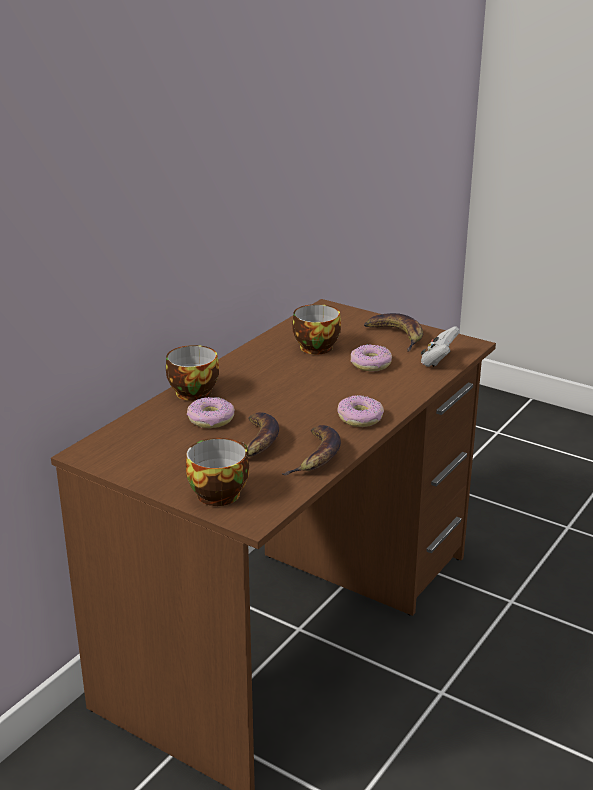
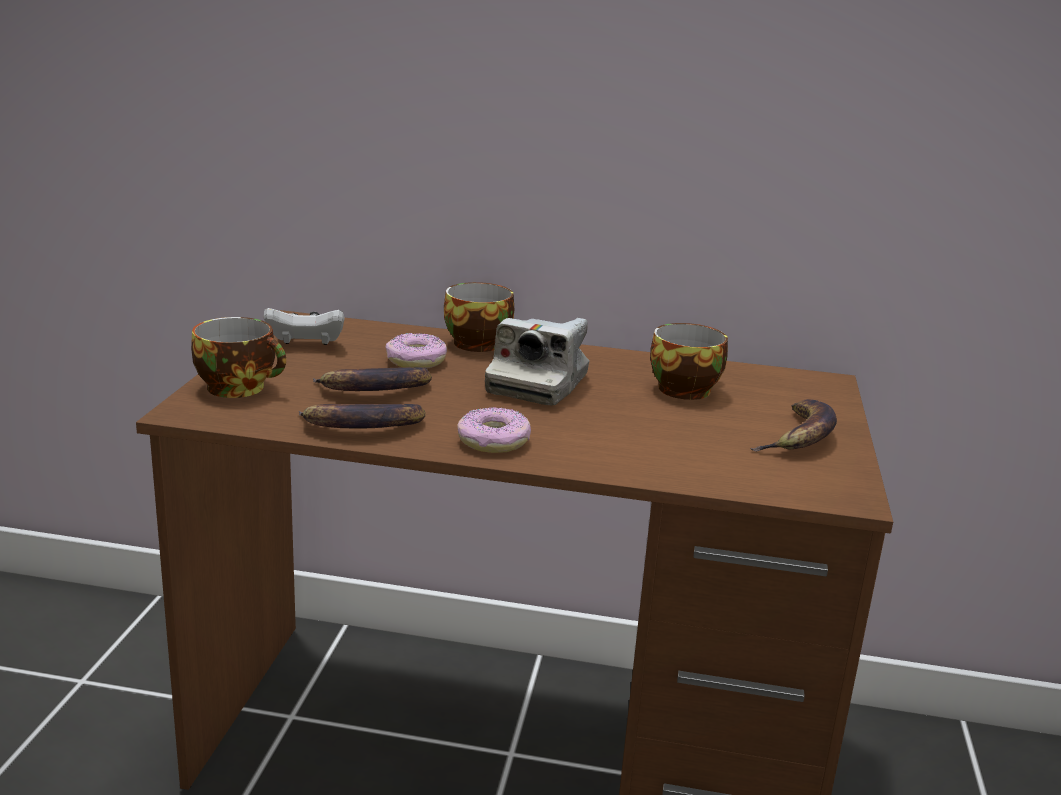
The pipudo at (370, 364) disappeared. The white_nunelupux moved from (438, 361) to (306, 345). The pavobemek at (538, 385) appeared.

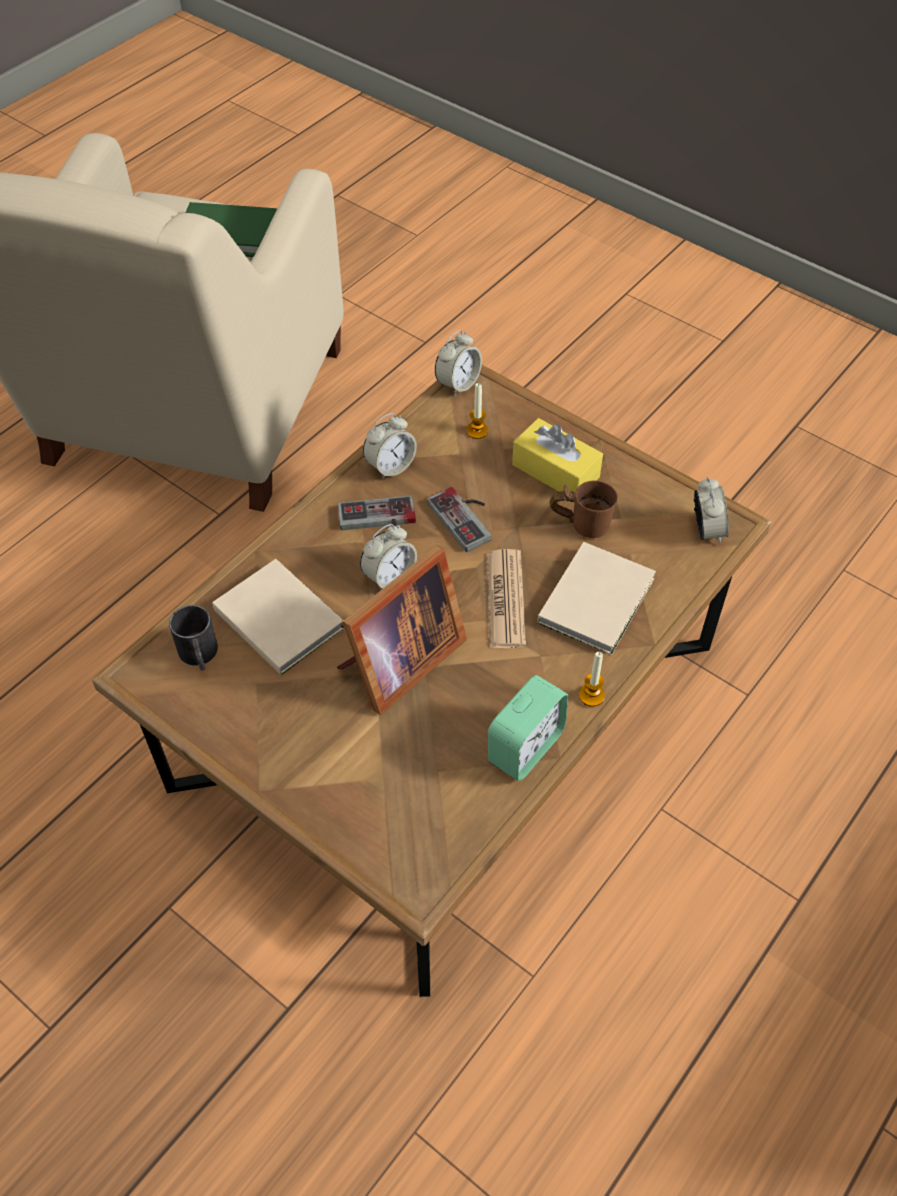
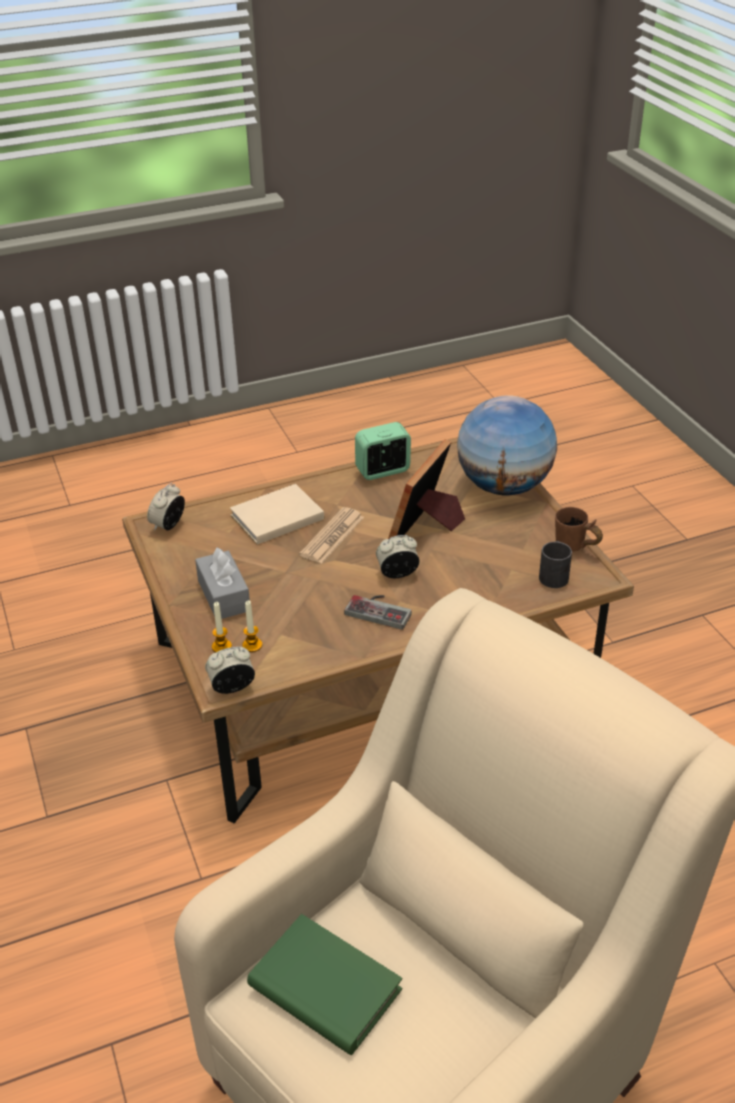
The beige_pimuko at (278, 616) disappeared. The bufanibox at (398, 663) turned 45 degrees counterclockwise. The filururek at (390, 466) disappeared. The nunelupux at (466, 517) disappeared. The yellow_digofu at (555, 471) became the grey_digofu at (224, 595). The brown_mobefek moved from (582, 522) to (573, 549). The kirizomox moved from (591, 695) to (221, 647). The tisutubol at (503, 486) appeared.

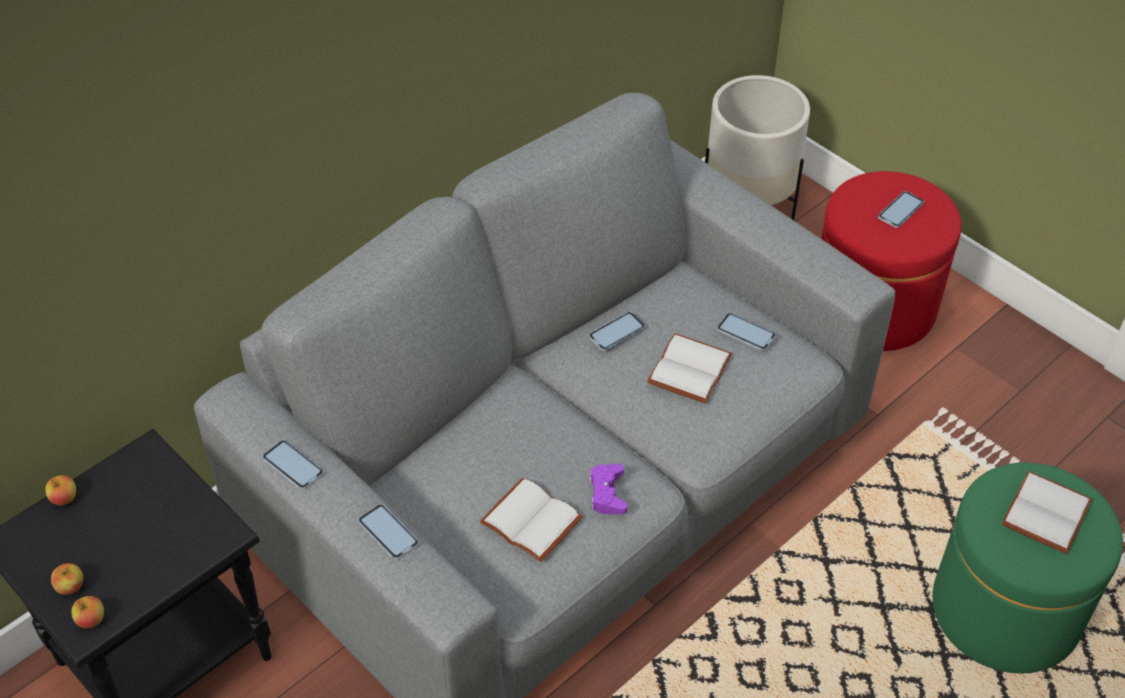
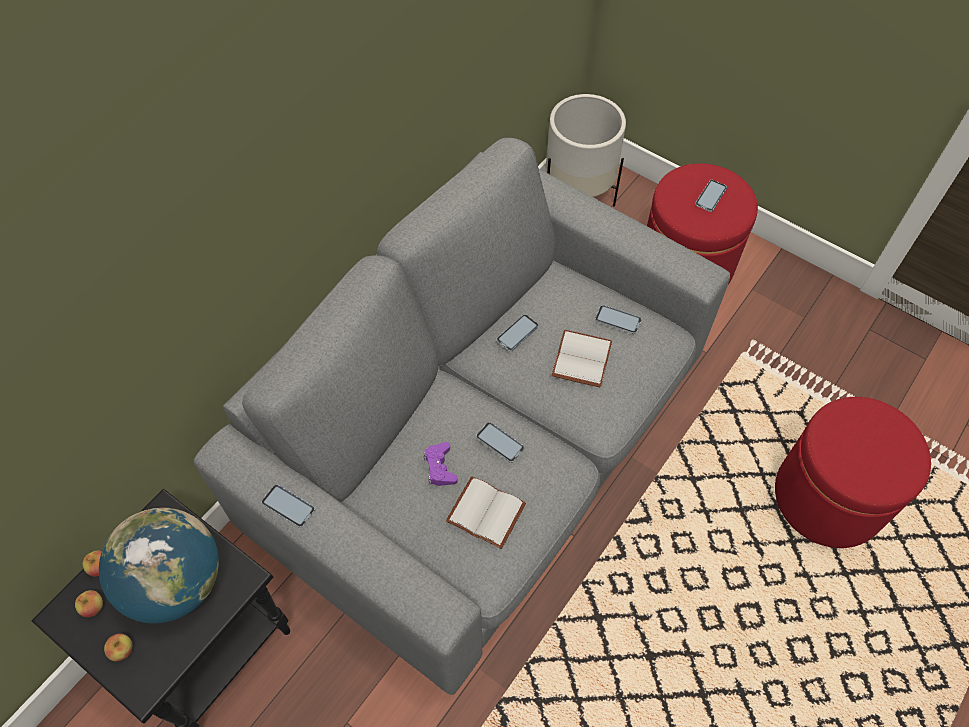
The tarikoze moved from (91, 620) to (93, 607). The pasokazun moved from (388, 533) to (500, 443). The purple_nunelupux moved from (607, 493) to (440, 467). The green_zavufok at (1005, 610) became the red_zavufok at (828, 497). The white_pimuko at (1048, 515) disappeared. The tisutubol at (176, 582) appeared.

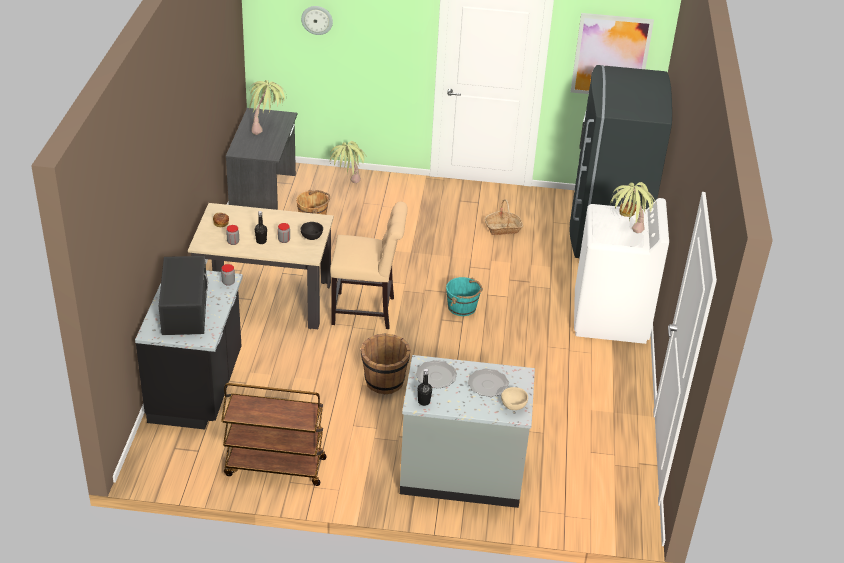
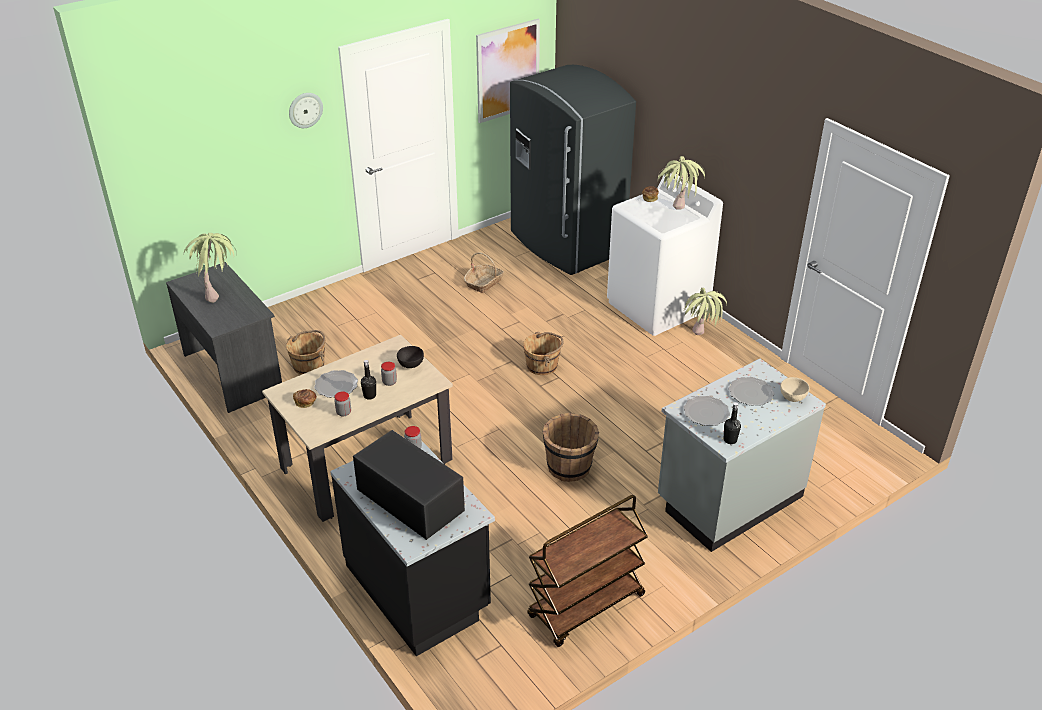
The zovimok moved from (317, 20) to (305, 110). The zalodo moved from (347, 186) to (700, 341). The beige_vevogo at (367, 311) disappeared. The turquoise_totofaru at (462, 307) became the brown_totofaru at (542, 365). The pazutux at (336, 386) appeared.

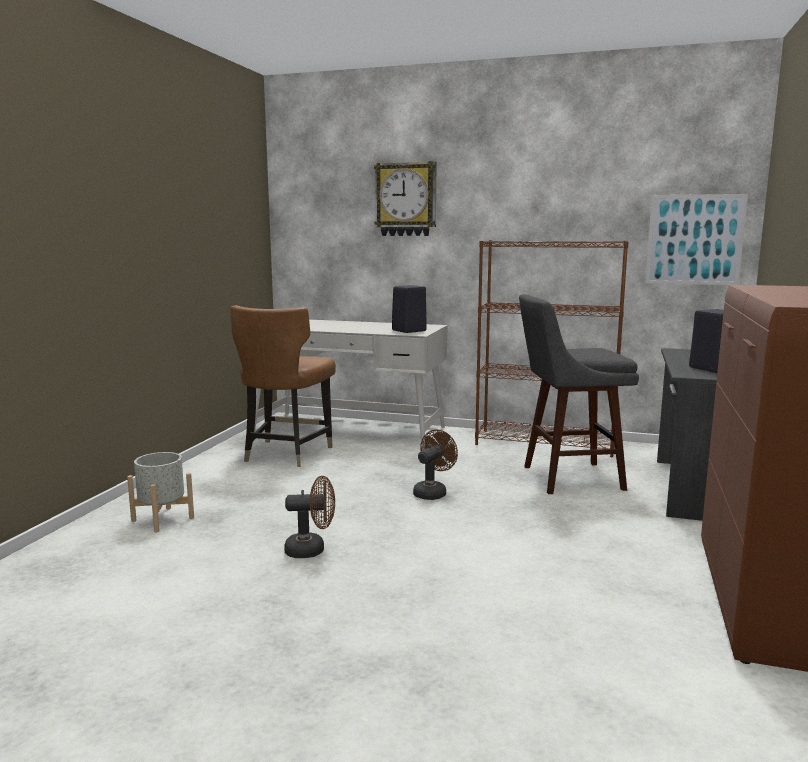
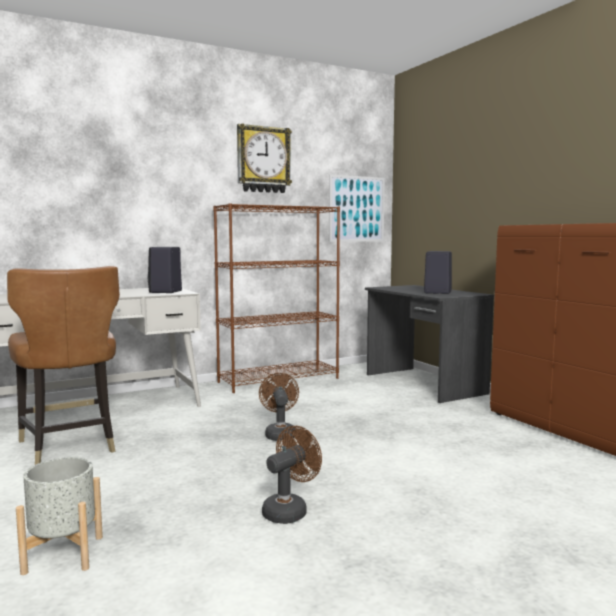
The zovimok moved from (406, 199) to (263, 160). The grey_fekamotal at (567, 478) disappeared.

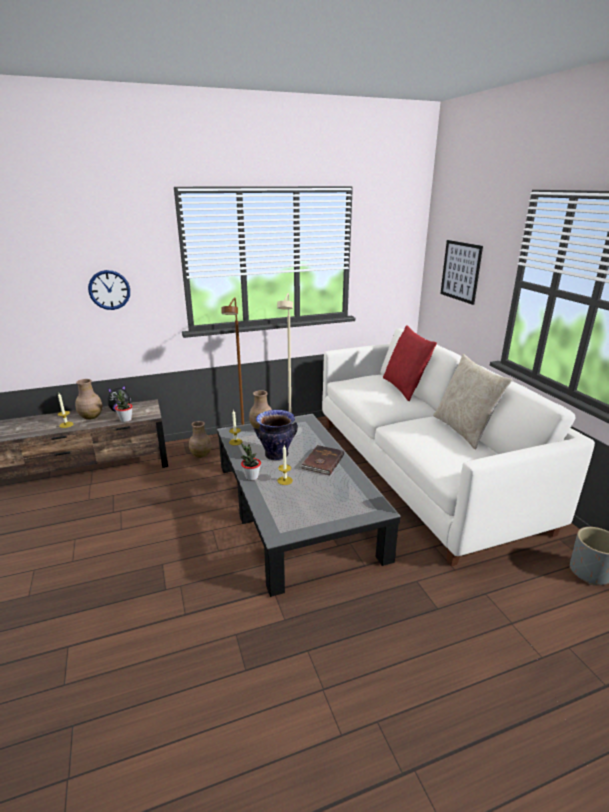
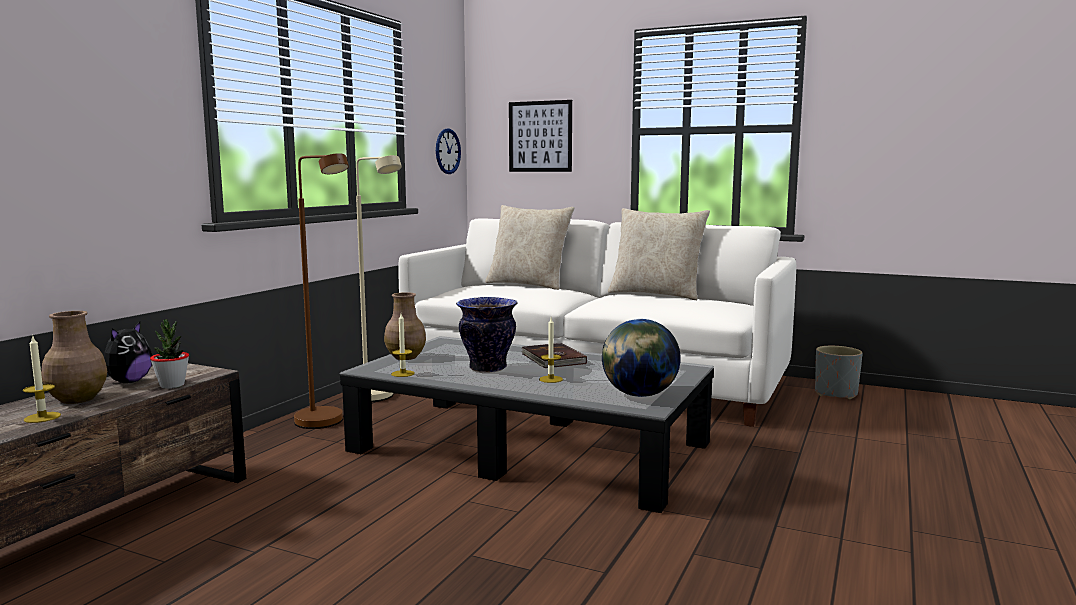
The zovimok moved from (109, 290) to (447, 151). The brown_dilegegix at (201, 454) disappeared. The zalodo at (251, 477) disappeared. The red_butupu at (405, 388) became the beige_butupu at (528, 285). The tisutubol at (639, 395) appeared.

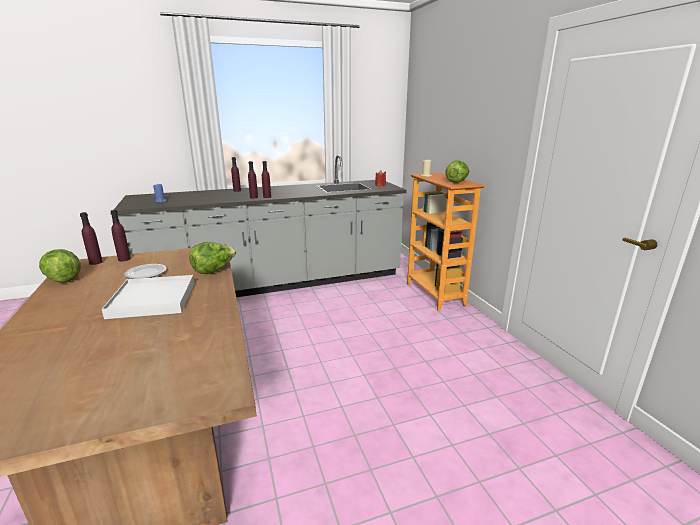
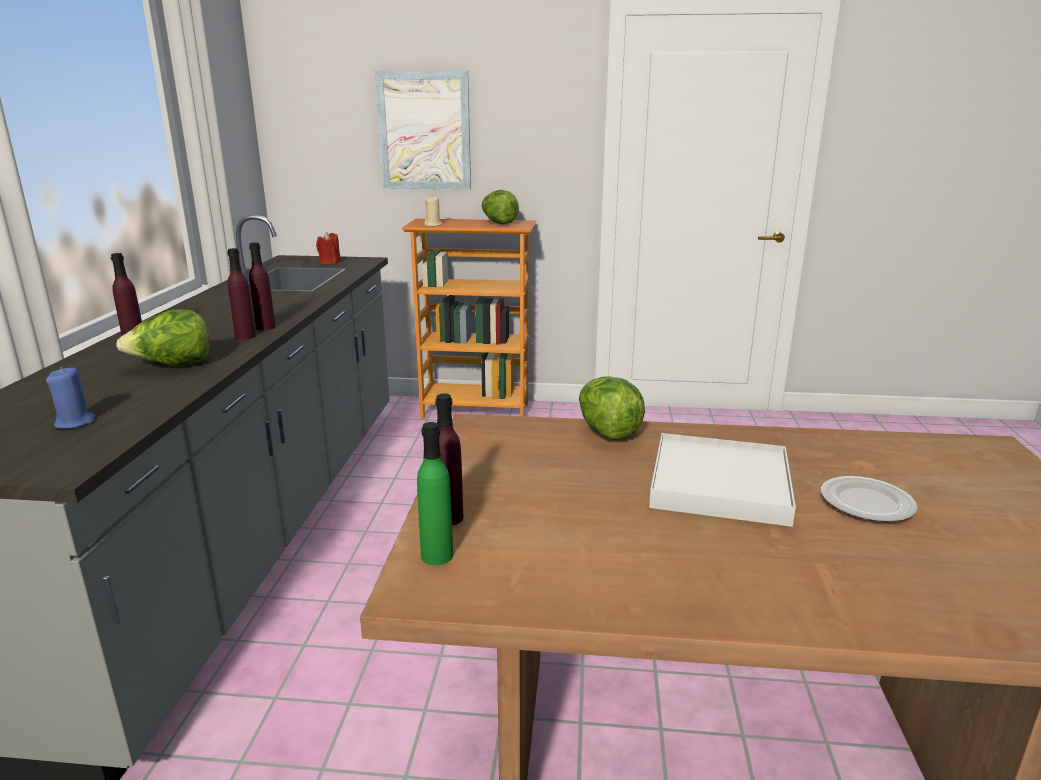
The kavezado moved from (63, 279) to (173, 366). The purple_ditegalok at (96, 262) became the green_ditegalok at (437, 555). The pazutux moved from (146, 274) to (867, 504). The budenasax at (424, 131) appeared.

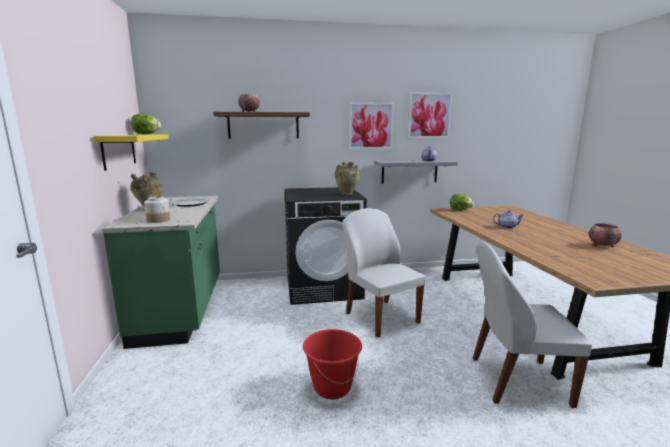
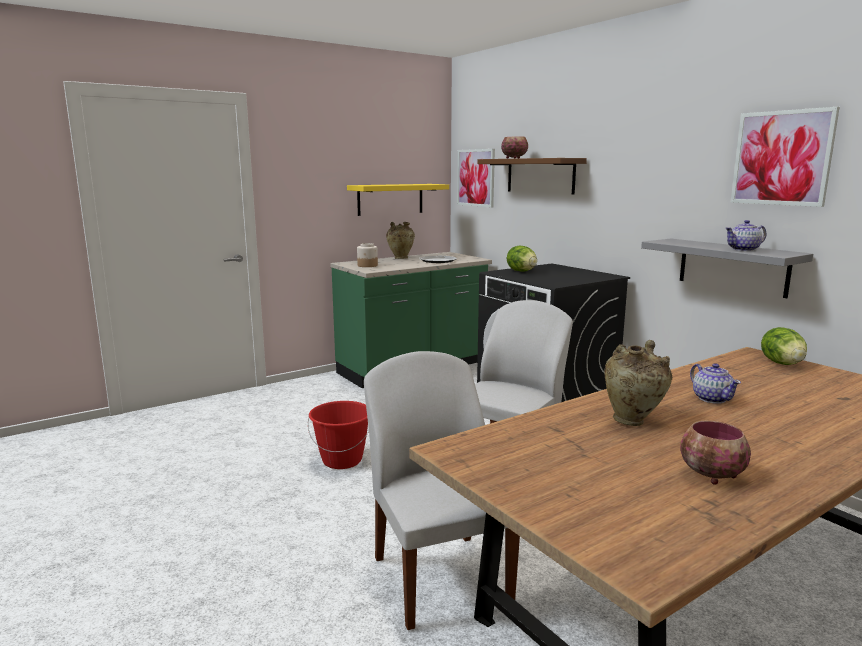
The kavezado moved from (146, 134) to (521, 271). The beige_dilegegix moved from (347, 194) to (633, 421). The budenasax moved from (371, 126) to (476, 178).

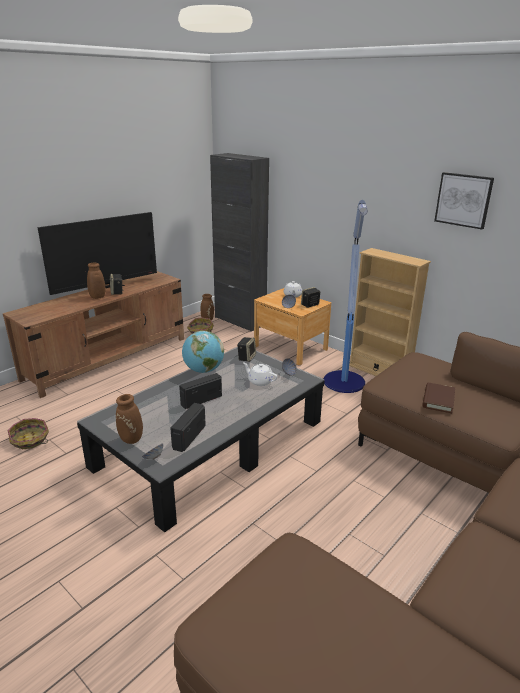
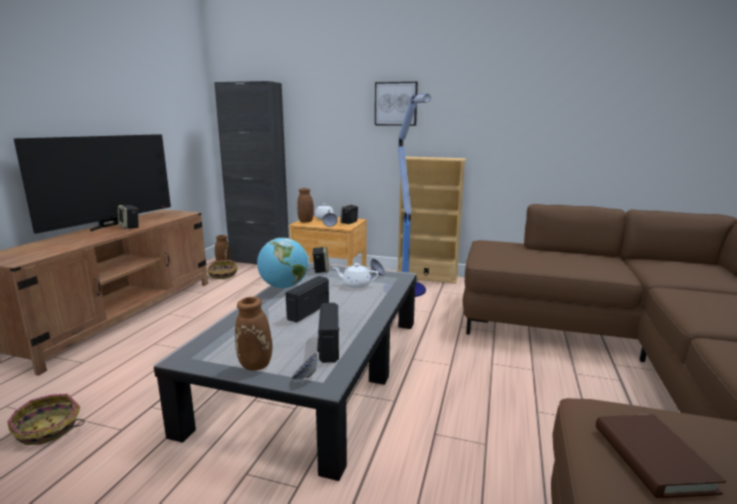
The brown_dilegegix moved from (97, 298) to (305, 222). The brown_pimuko moved from (438, 400) to (652, 458). The budenasax moved from (463, 200) to (396, 104).

